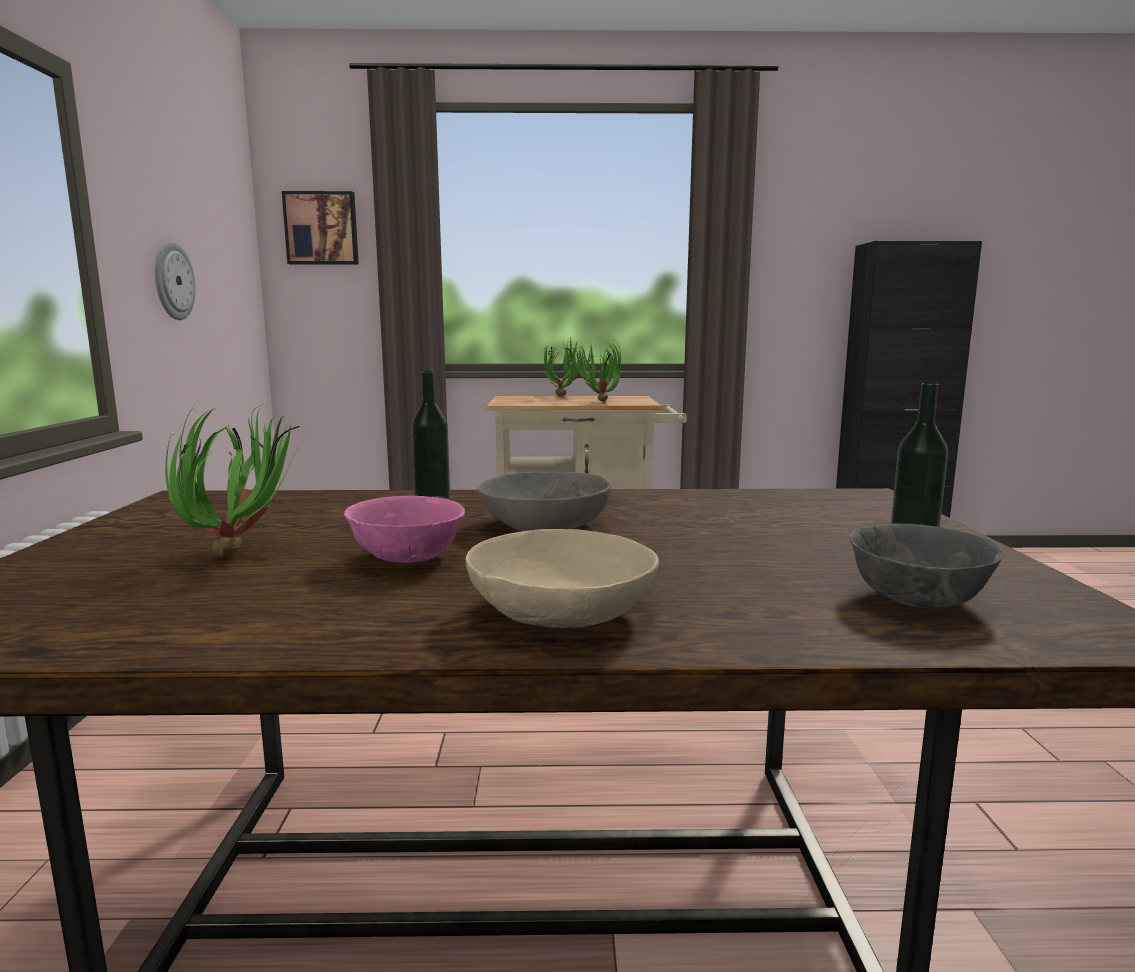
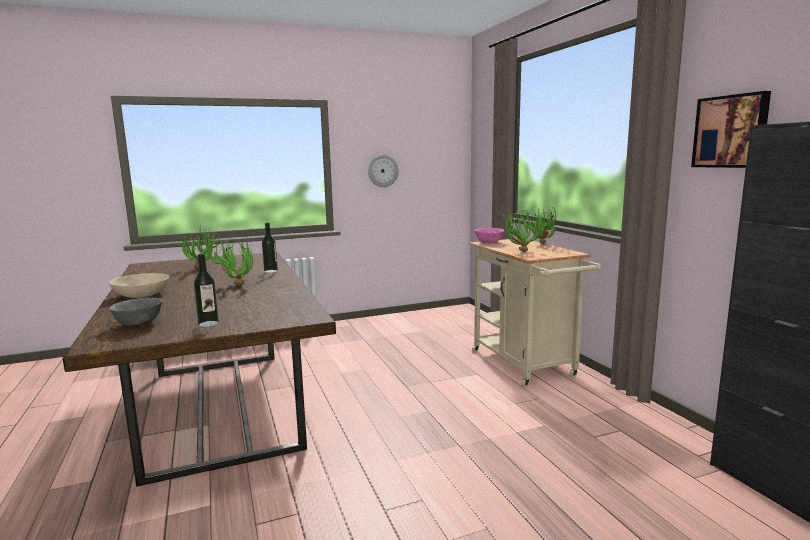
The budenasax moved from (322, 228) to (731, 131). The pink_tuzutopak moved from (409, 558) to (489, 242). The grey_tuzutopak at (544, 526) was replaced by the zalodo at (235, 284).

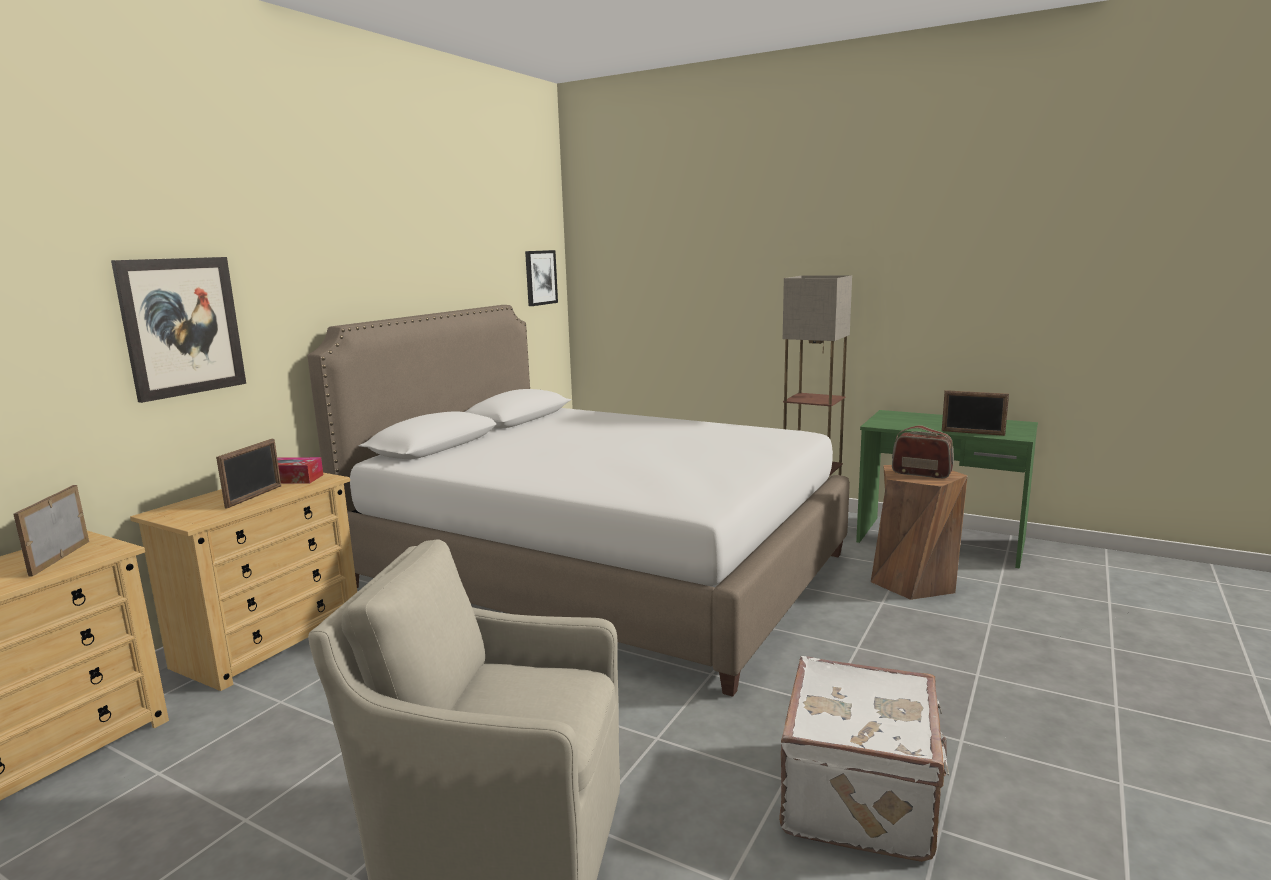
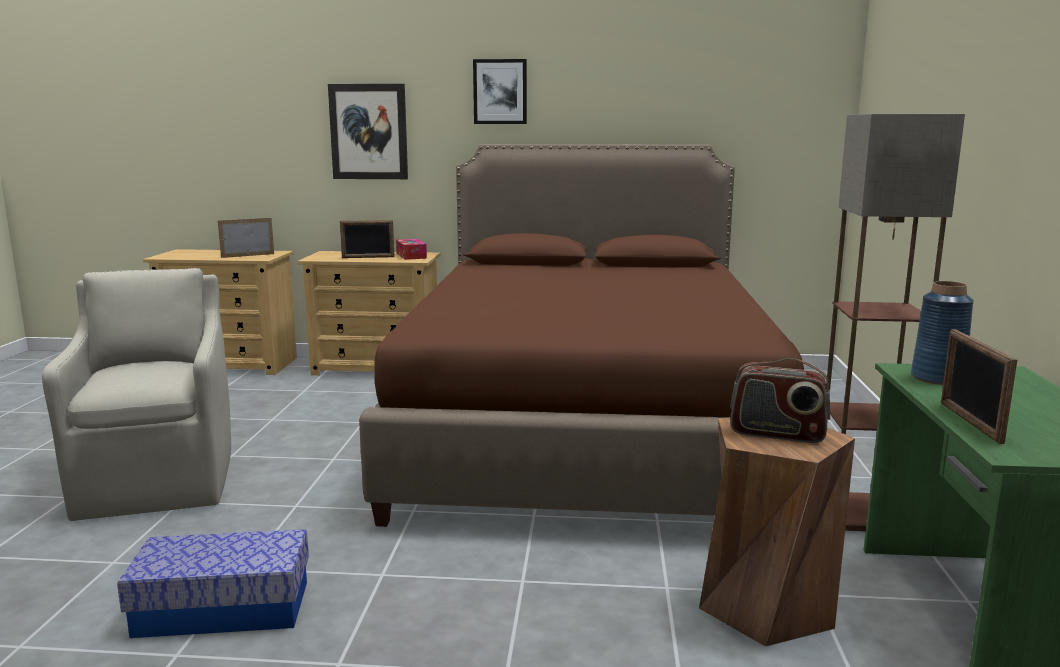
The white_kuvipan at (600, 571) became the brown_kuvipan at (586, 429). The budenasax moved from (540, 277) to (500, 92). The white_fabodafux at (862, 797) was replaced by the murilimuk at (223, 608). The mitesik at (921, 473) turned 105 degrees clockwise. The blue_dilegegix at (938, 378) appeared.

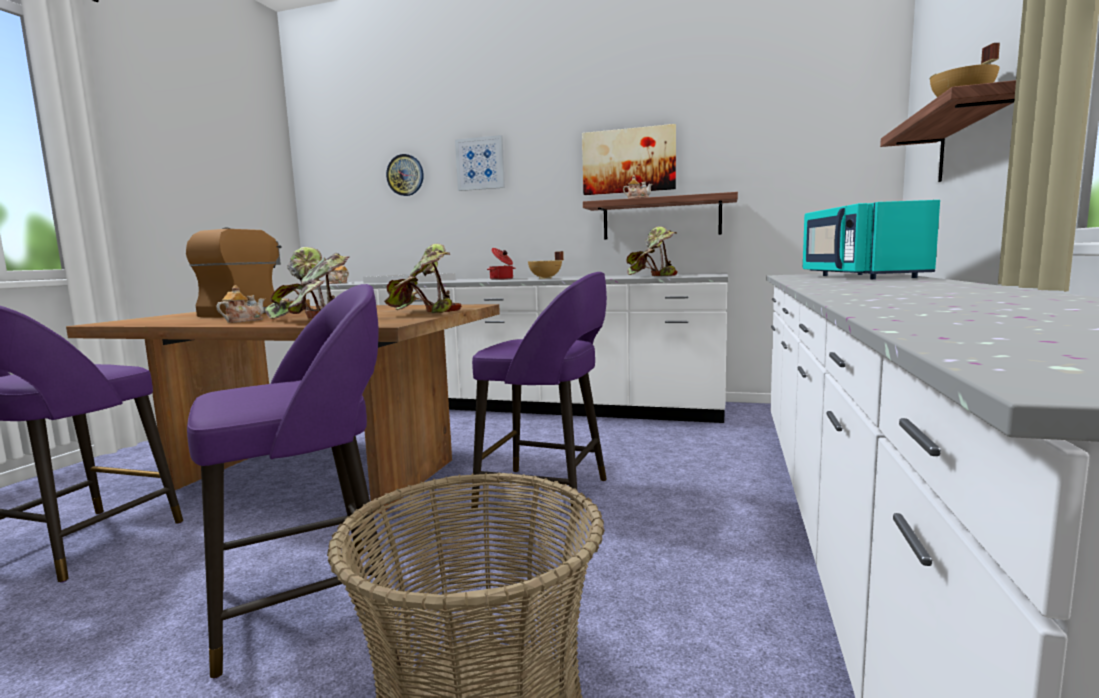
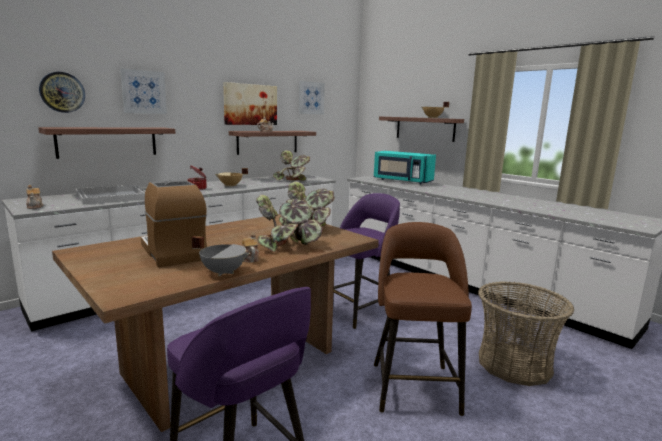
The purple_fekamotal at (308, 602) became the brown_fekamotal at (414, 385). The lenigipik at (108, 142) appeared. The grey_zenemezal at (223, 272) appeared. The budenasax at (311, 98) appeared.

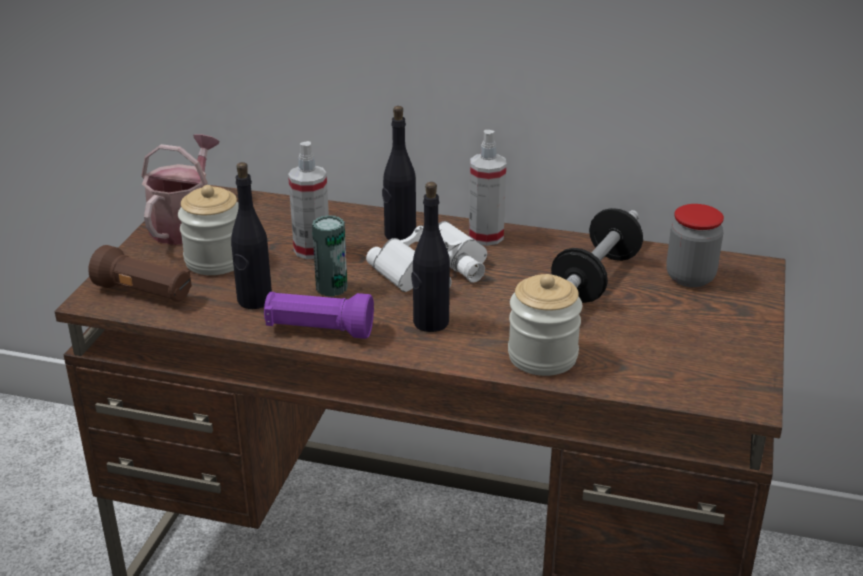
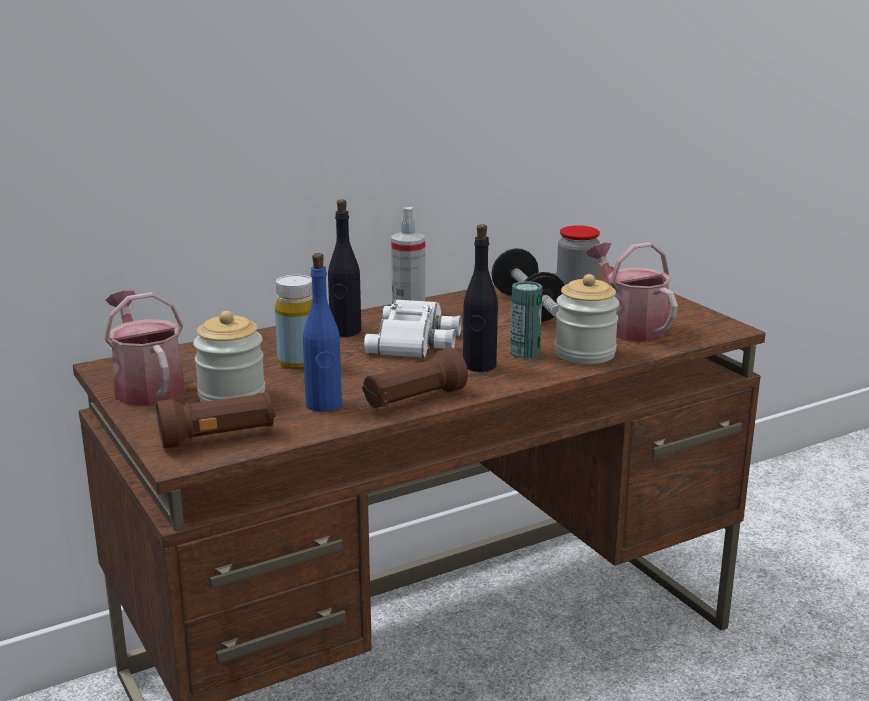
The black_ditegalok at (254, 300) became the blue_ditegalok at (324, 405). The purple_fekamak at (318, 330) became the brown_fekamak at (414, 400). The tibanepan at (312, 250) was replaced by the yellow_ditegalok at (298, 362). The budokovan moved from (331, 288) to (525, 353). The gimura at (629, 326) appeared.

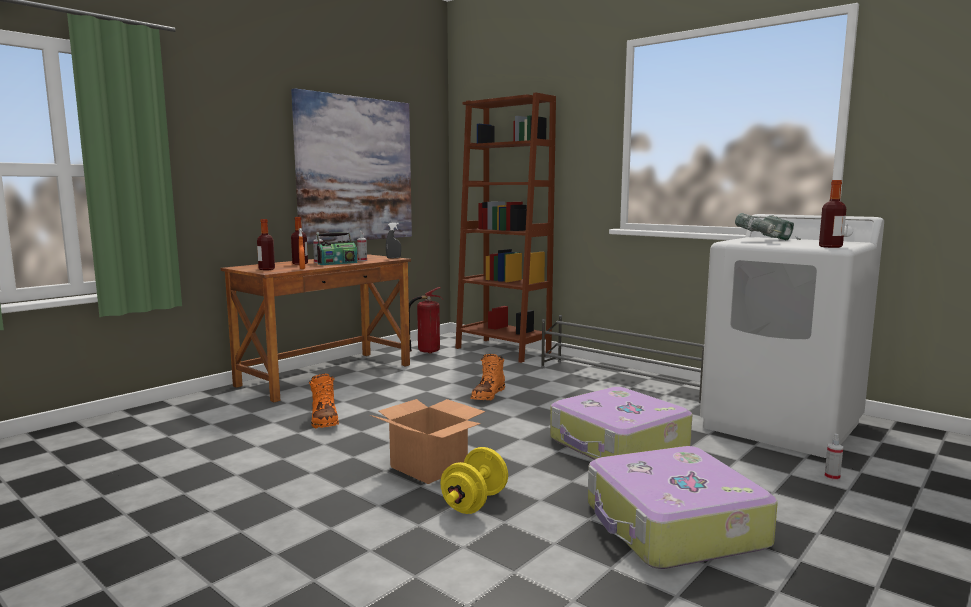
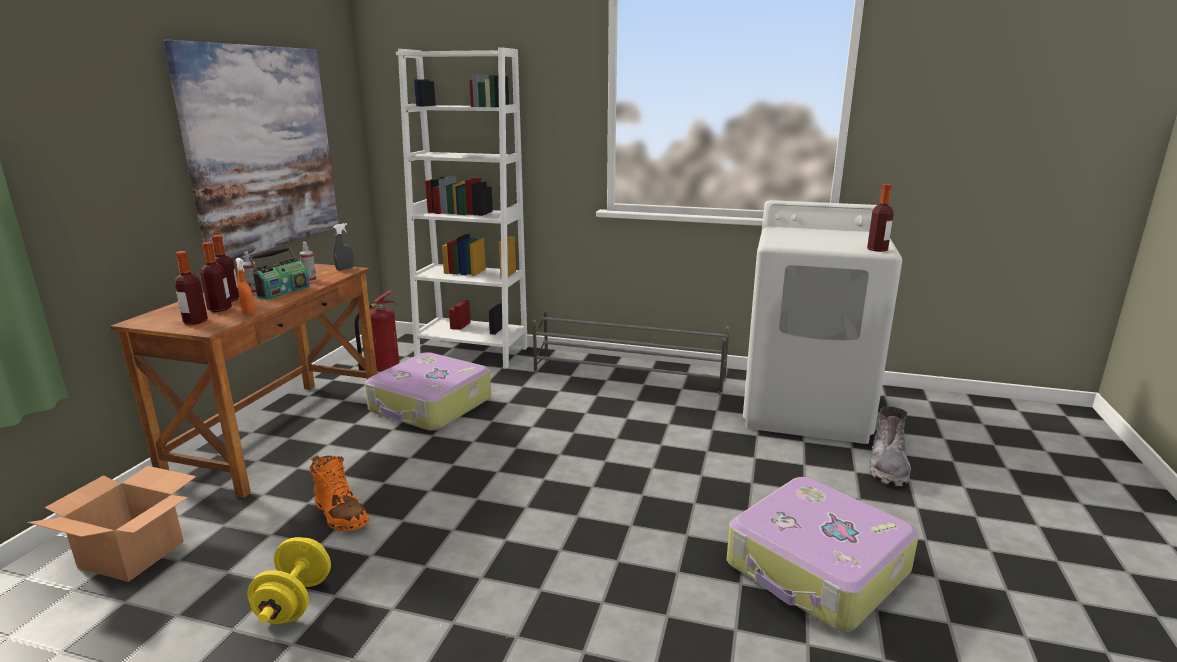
The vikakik moved from (428, 466) to (130, 555). The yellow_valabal moved from (474, 502) to (295, 602). The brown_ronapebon at (502, 350) became the white_ronapebon at (472, 352). The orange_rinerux at (488, 395) disappeared. The fabodafux moved from (618, 444) to (430, 405). The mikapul at (769, 241) disappeared. The tibanepan at (832, 477) was replaced by the grey_rinerux at (887, 467). The ditegalok at (220, 309) appeared.

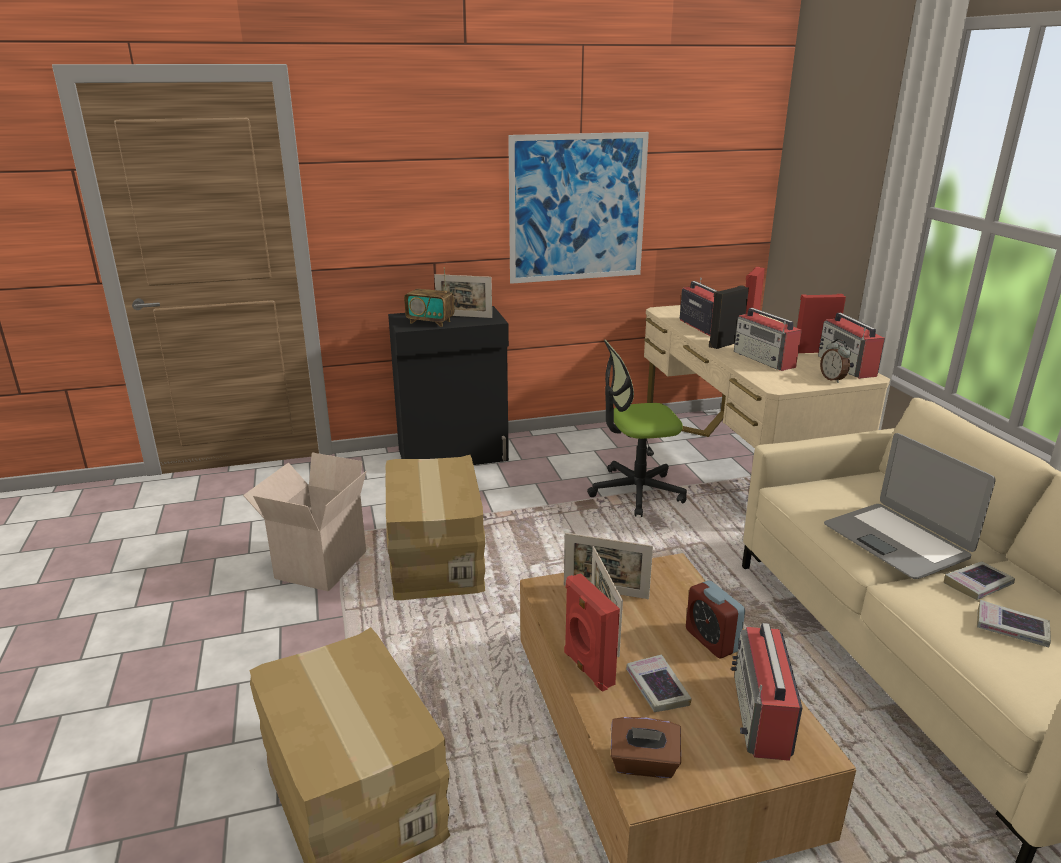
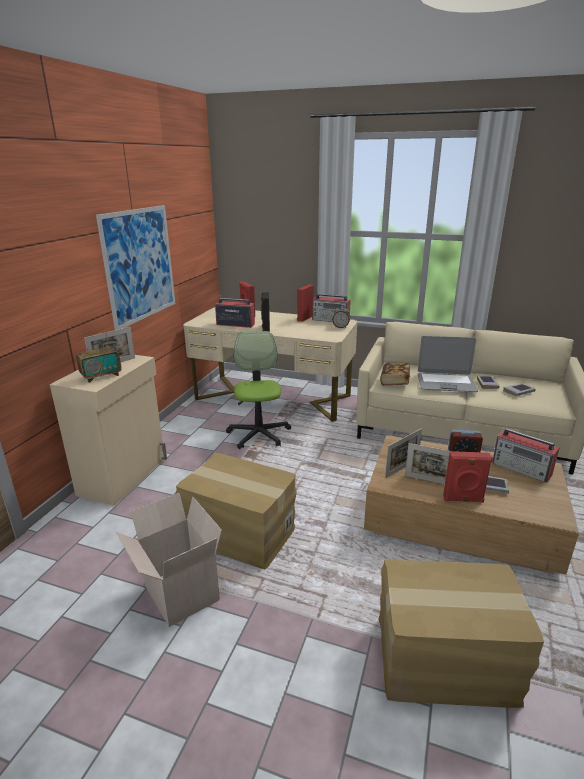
The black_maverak at (454, 455) became the beige_maverak at (124, 476). The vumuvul at (636, 491) turned 150 degrees clockwise. The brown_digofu at (644, 764) disappeared. The mitesik at (764, 359) disappeared. The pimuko at (394, 381) appeared.

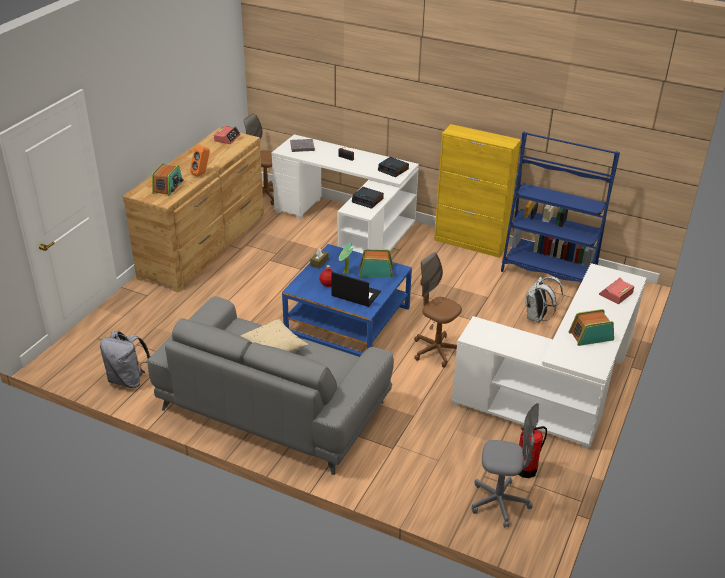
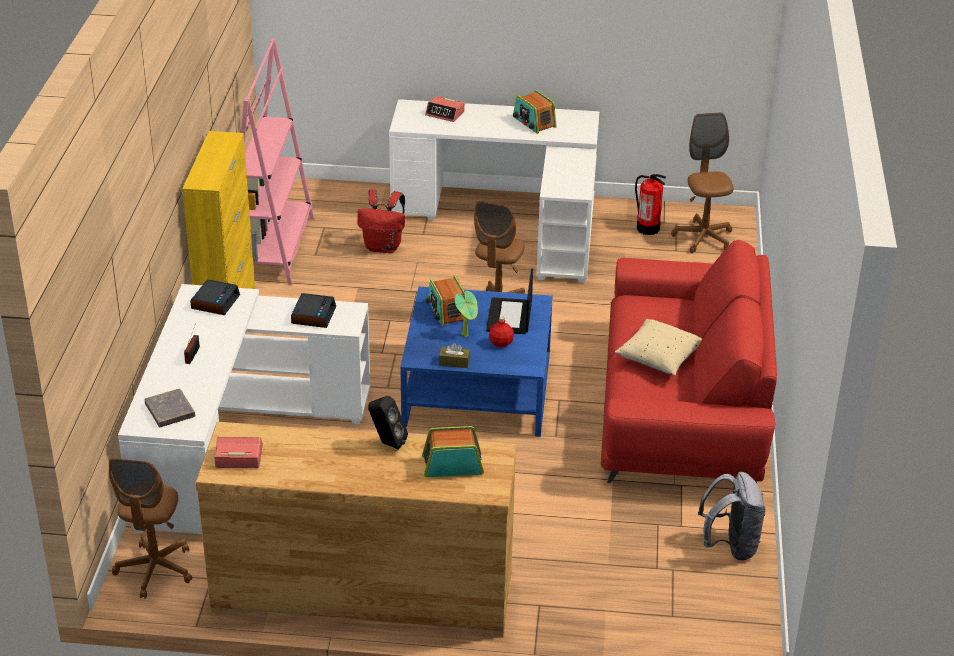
The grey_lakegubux at (273, 405) became the red_lakegubux at (682, 407). The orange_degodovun at (202, 174) became the black_degodovun at (387, 443). The grey_vumuvul at (499, 503) became the brown_vumuvul at (703, 238). The blue_ronapebon at (548, 271) became the pink_ronapebon at (272, 249). The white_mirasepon at (537, 318) became the red_mirasepon at (384, 247).

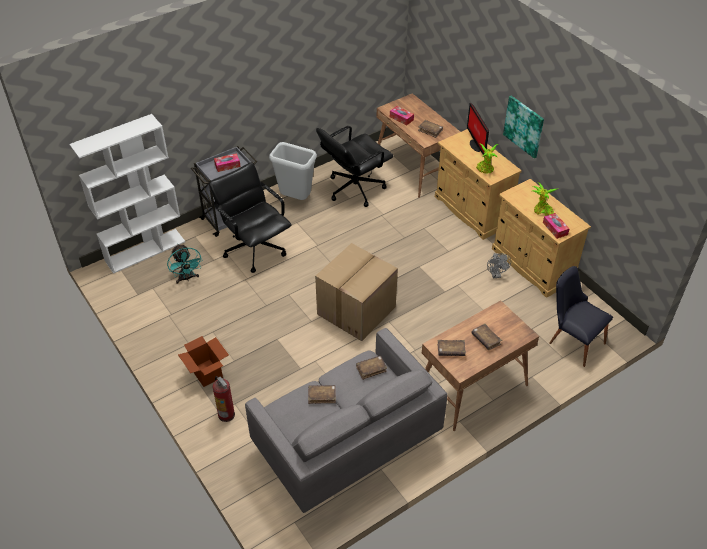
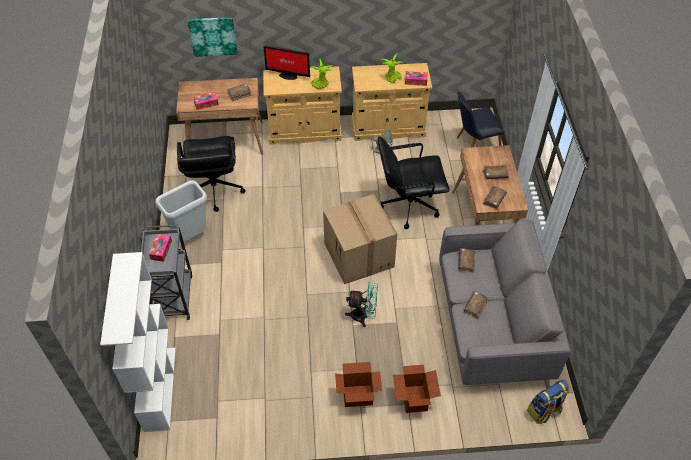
The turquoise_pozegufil moved from (187, 278) to (363, 316). The black_vumuvul moved from (255, 249) to (408, 205). The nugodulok at (226, 414) was replaced by the vikakik at (414, 399). The budenasax moved from (524, 126) to (213, 36). The mirasepon at (544, 411) appeared.

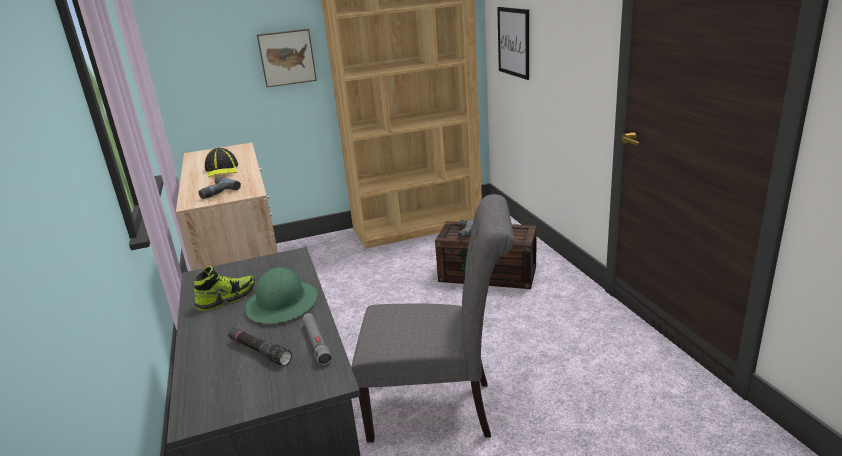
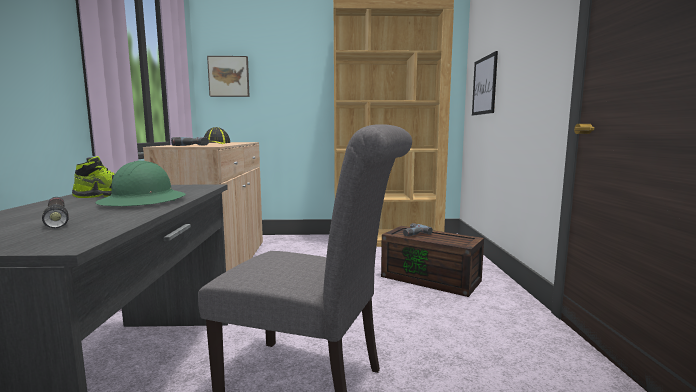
The budenasax moved from (287, 57) to (229, 76). The grey_fekamak at (316, 342) disappeared.

